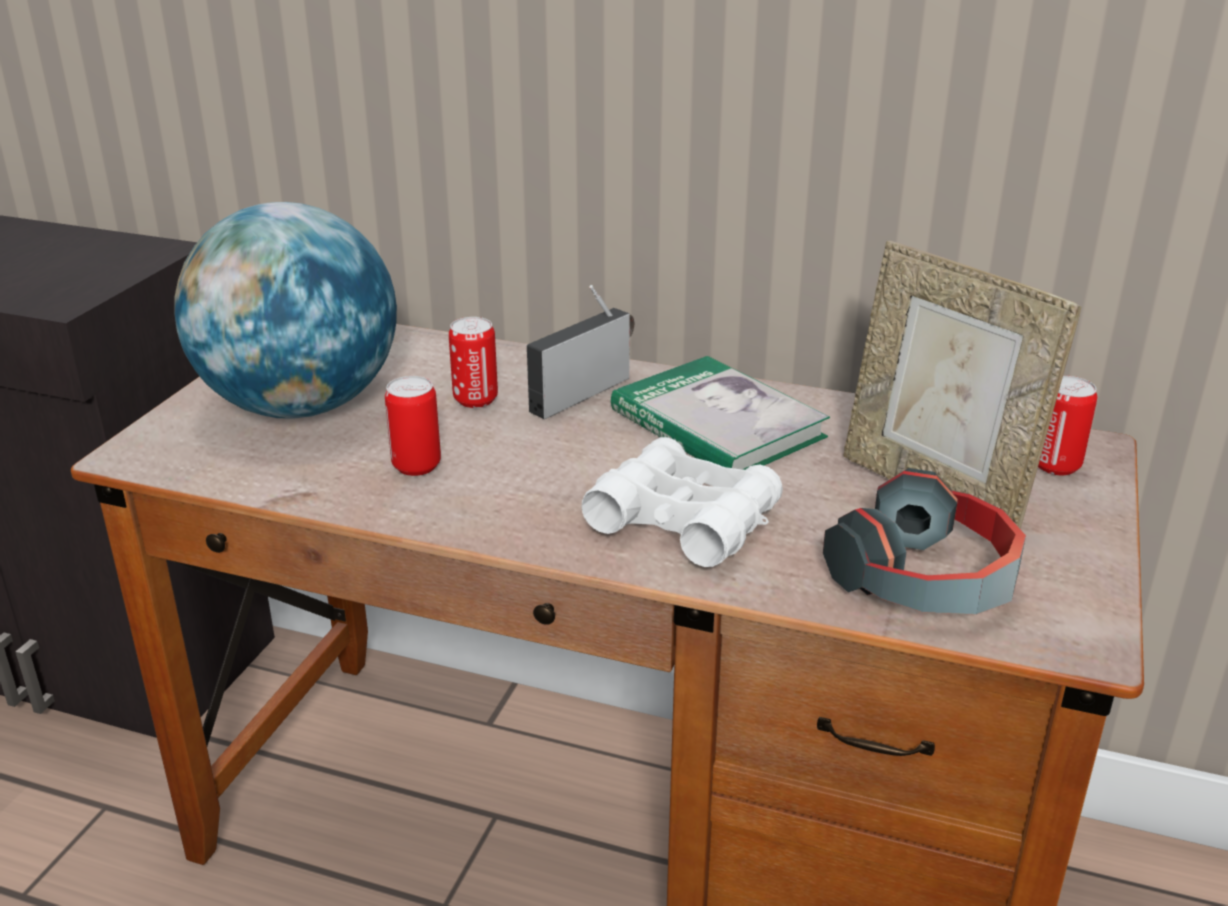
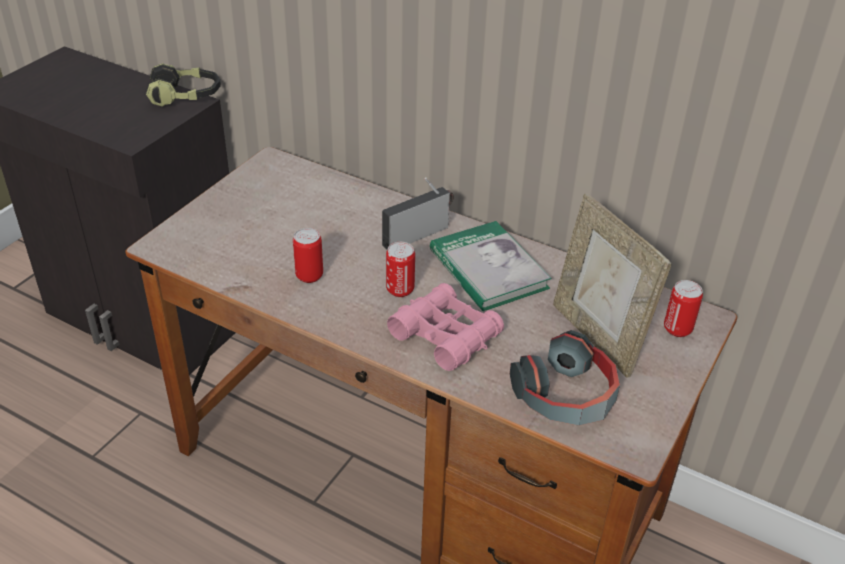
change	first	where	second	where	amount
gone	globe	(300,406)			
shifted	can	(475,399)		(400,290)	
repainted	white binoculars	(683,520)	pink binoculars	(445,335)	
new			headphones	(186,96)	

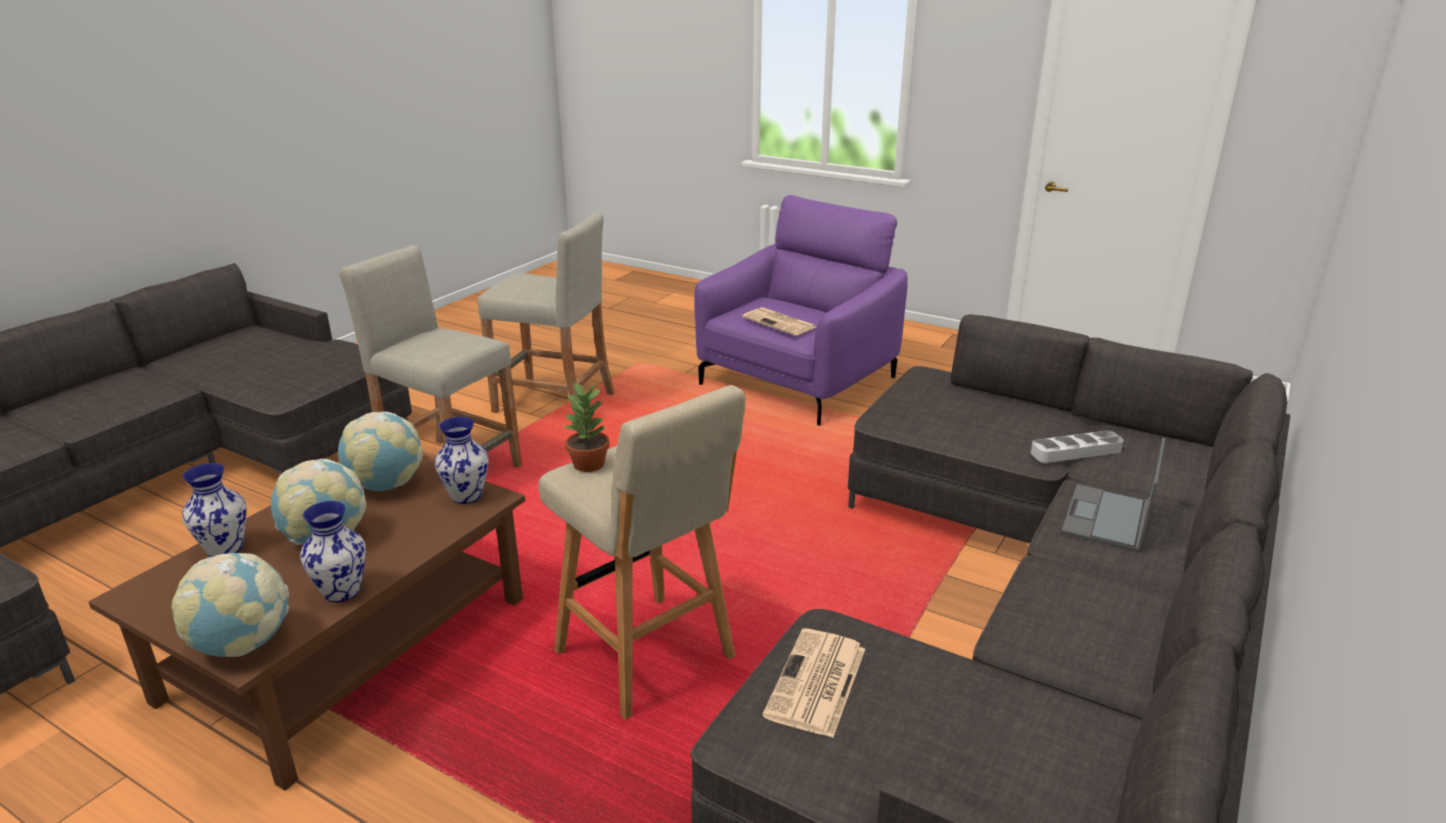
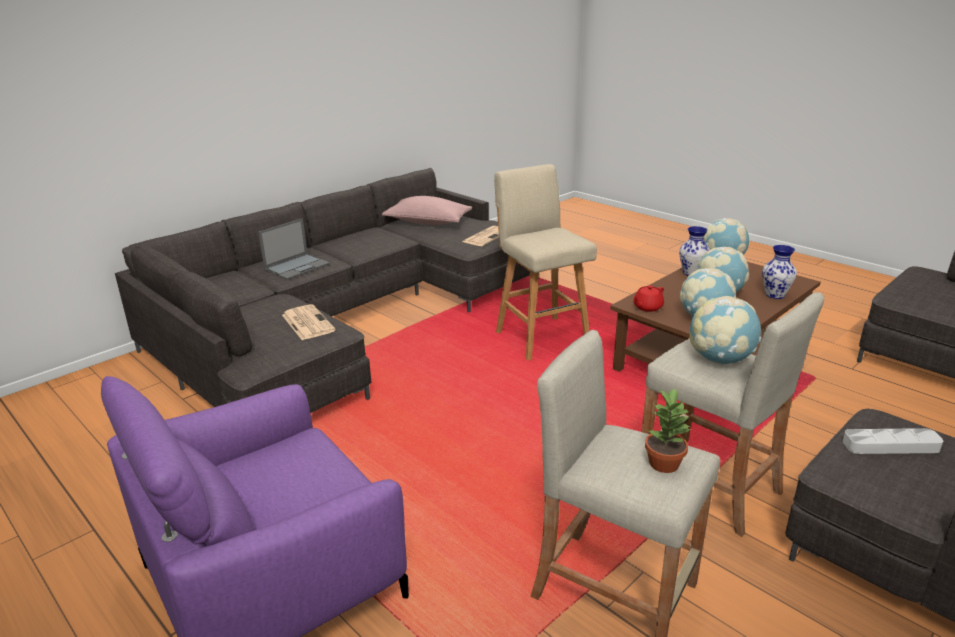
change	first	where	second	where	amount
shifted	newspaper	(780,323)		(307,322)	
shifted	potted plant	(589,464)		(663,463)	
swapped	vase	(466,495)	red teapot	(647,307)	
shifted	grey tray	(1076,451)		(890,445)	
new			pink pillow	(428,222)	
new			globe	(720,359)	

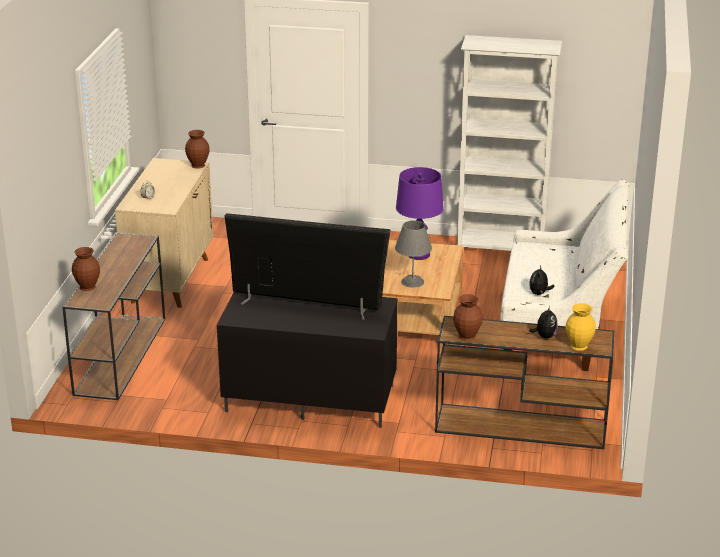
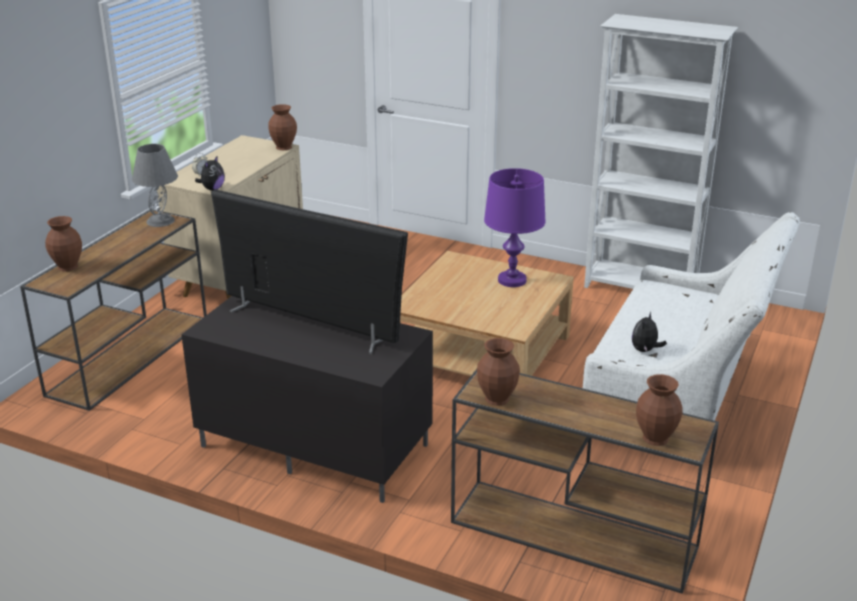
change	first	where	second	where	amount
shifted	grey table lamp	(412,281)		(160,221)	
repainted	yellow vase	(579,346)	brown vase	(655,438)	
shifted	plush toy	(544,336)		(212,189)	

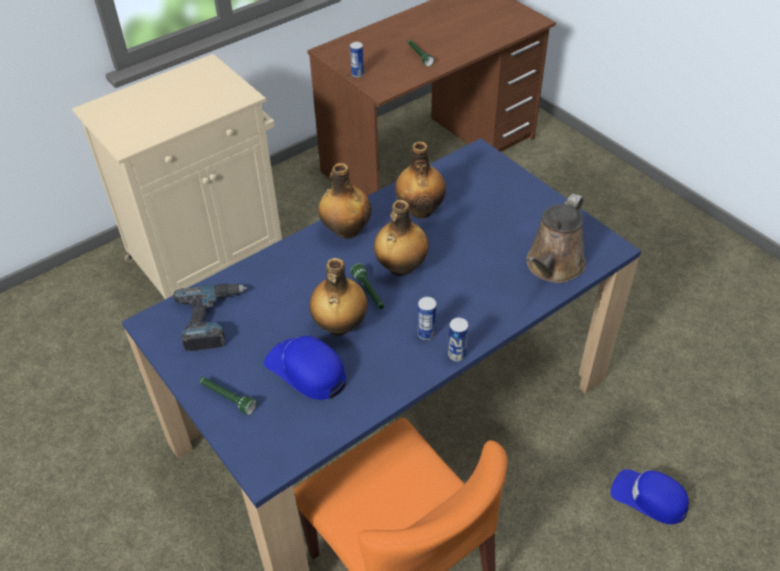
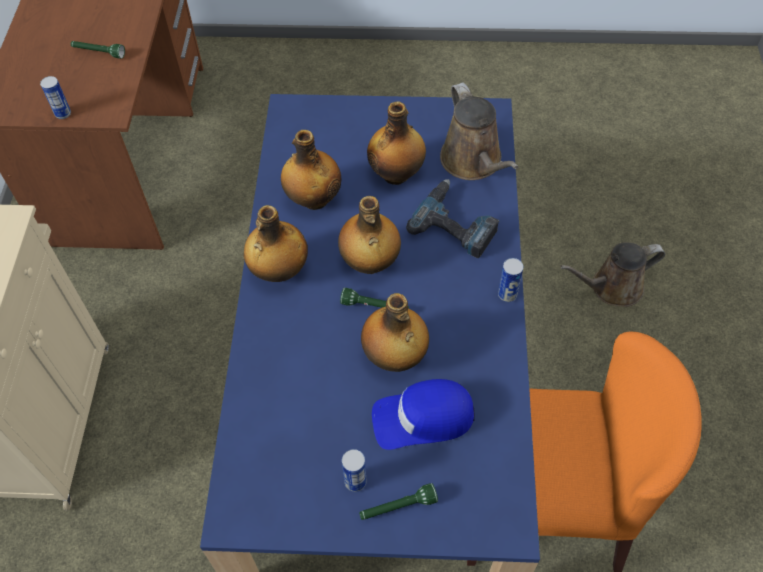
change	first	where	second	where	amount
shifted	power drill	(212,319)		(456,223)	
shifted	can	(426,334)		(355,481)	
swapped	blue cap	(649,498)	brown watering can	(612,288)	
new			bottle	(397,174)	

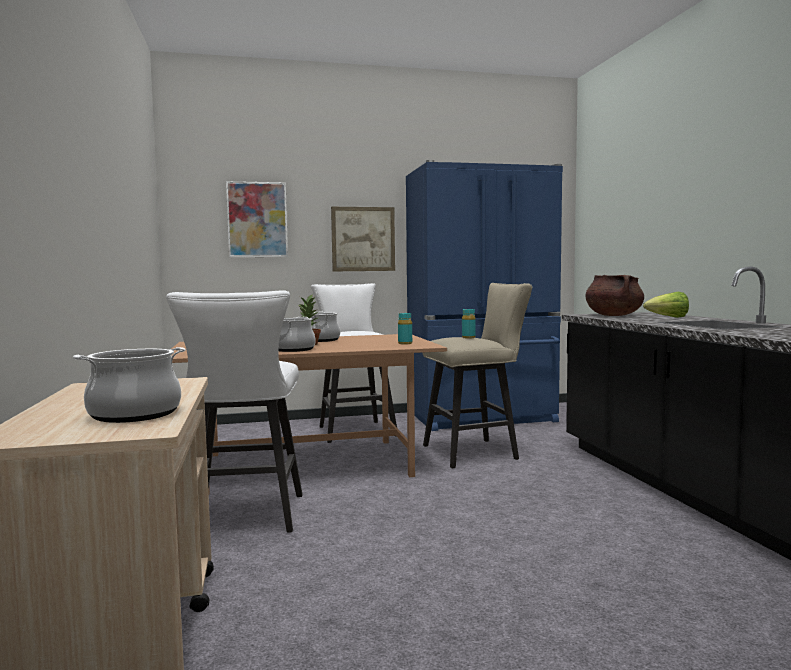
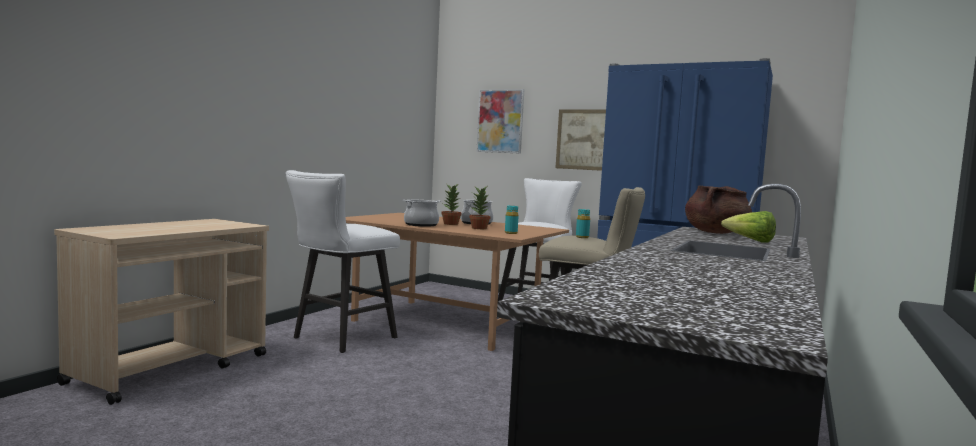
change	first	where	second	where	amount
gone	cooking pot	(135,414)			
new			potted plant	(479,228)	

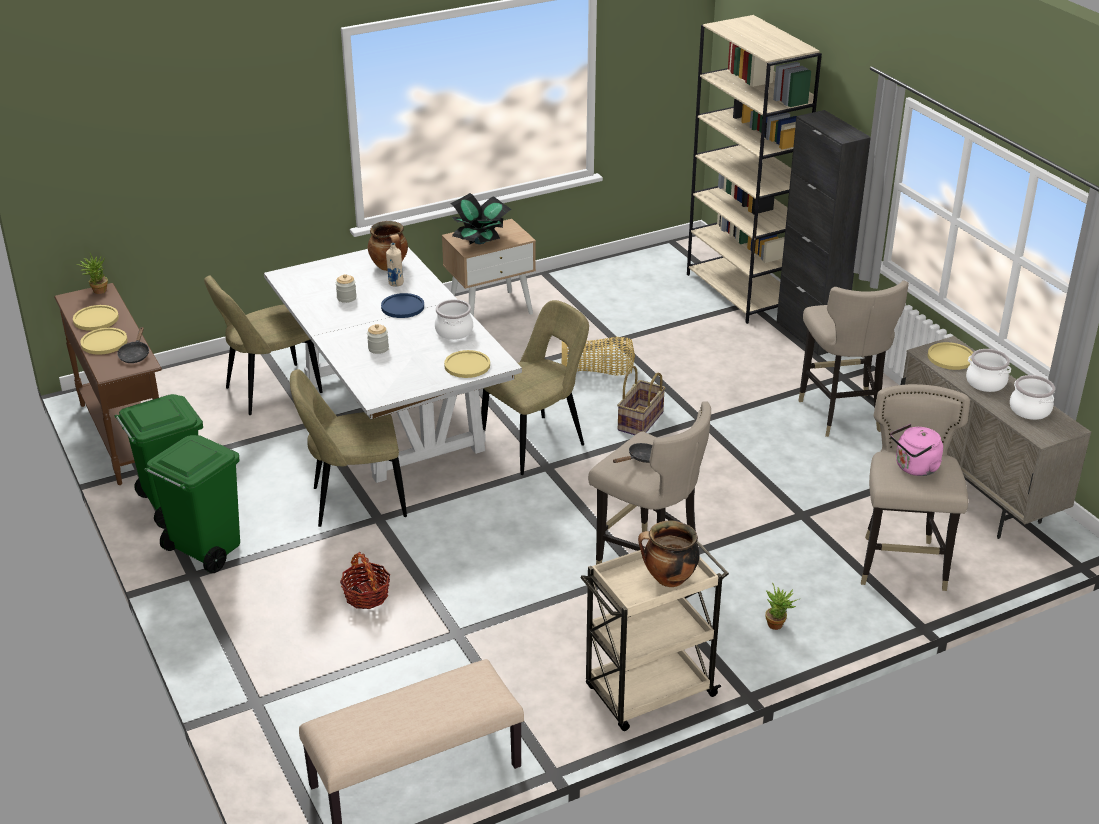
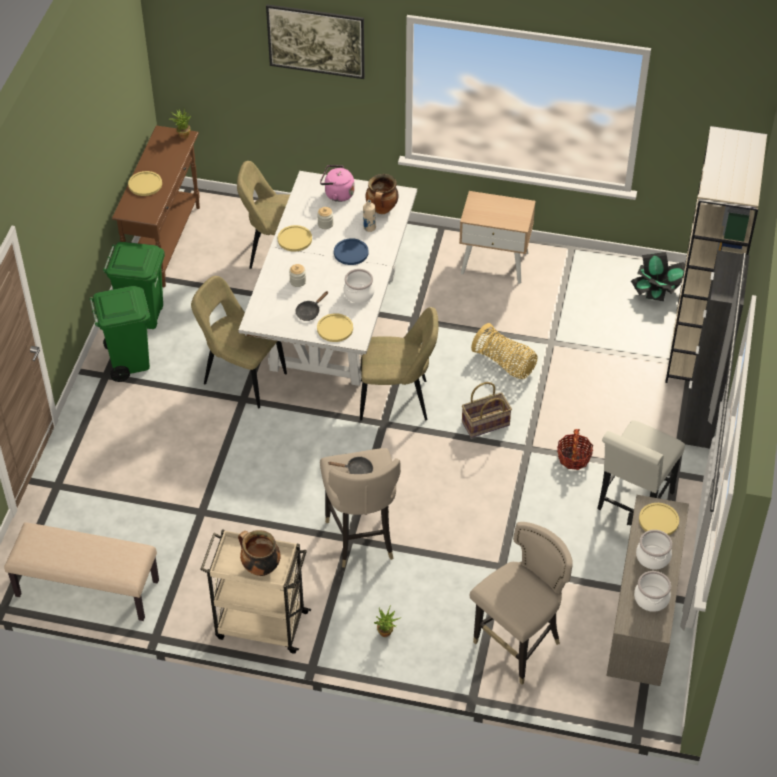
change	first	where	second	where	amount
shifted	potted plant	(480,241)		(657,292)	
swapped	beige stool	(841,414)	white chair	(632,504)	
shifted	yellow plate	(96,319)		(294,239)	
shifted	black frying pan	(135,354)		(309,312)	
shifted	pink kettle	(914,468)		(337,194)	
shifted	basket	(366,595)		(573,458)	
new			picture	(316,56)	

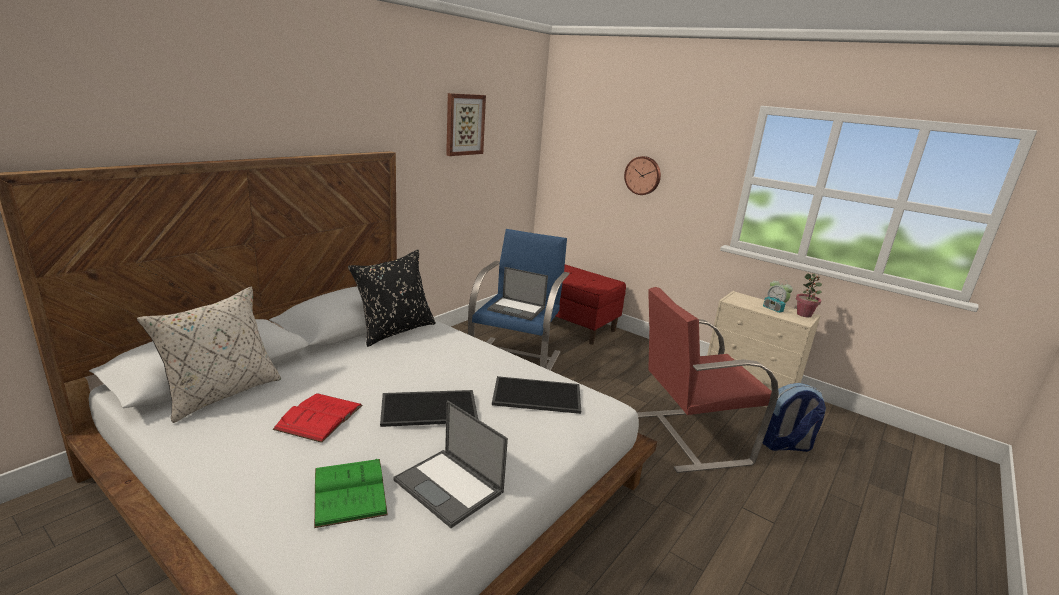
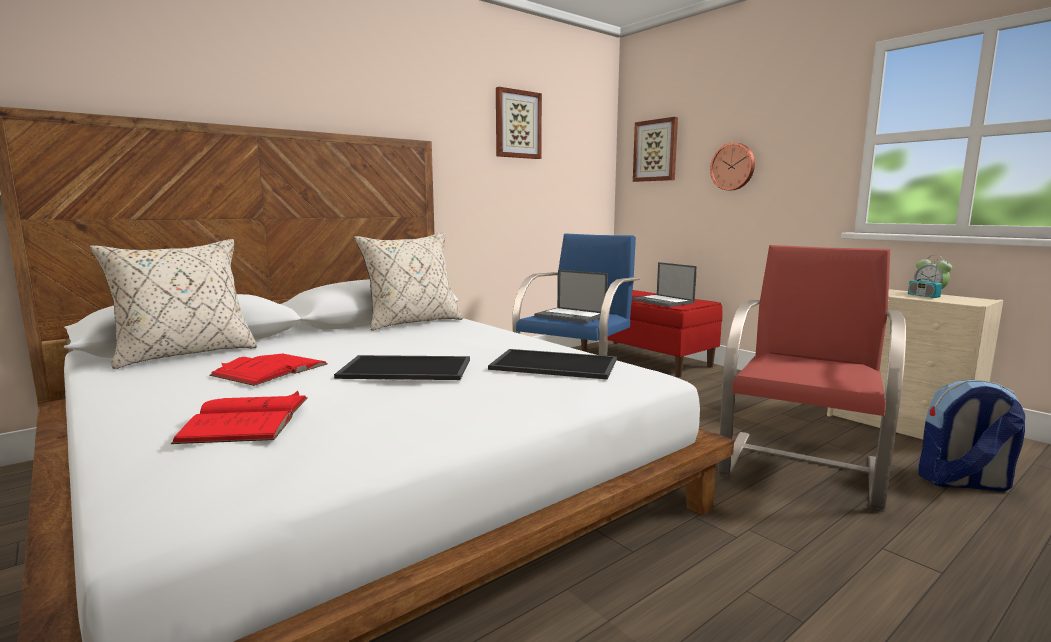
change	first	where	second	where	amount
repainted	black pillow	(394,330)	beige pillow	(412,322)	
gone	potted plant	(804,314)			
rotated	red armchair	(689,438)		(801,466)	120 degrees clockwise
shifted	laptop	(450,487)		(663,301)	
repainted	green book	(349,491)	red book	(246,419)	
new			picture	(656,150)	

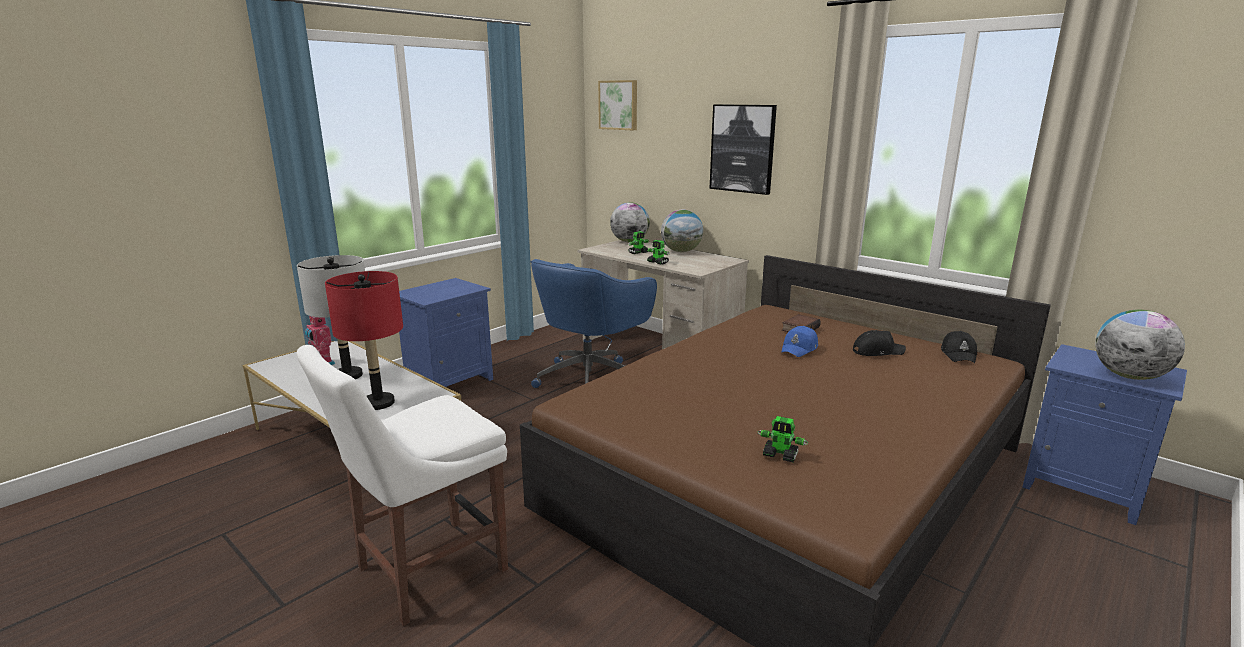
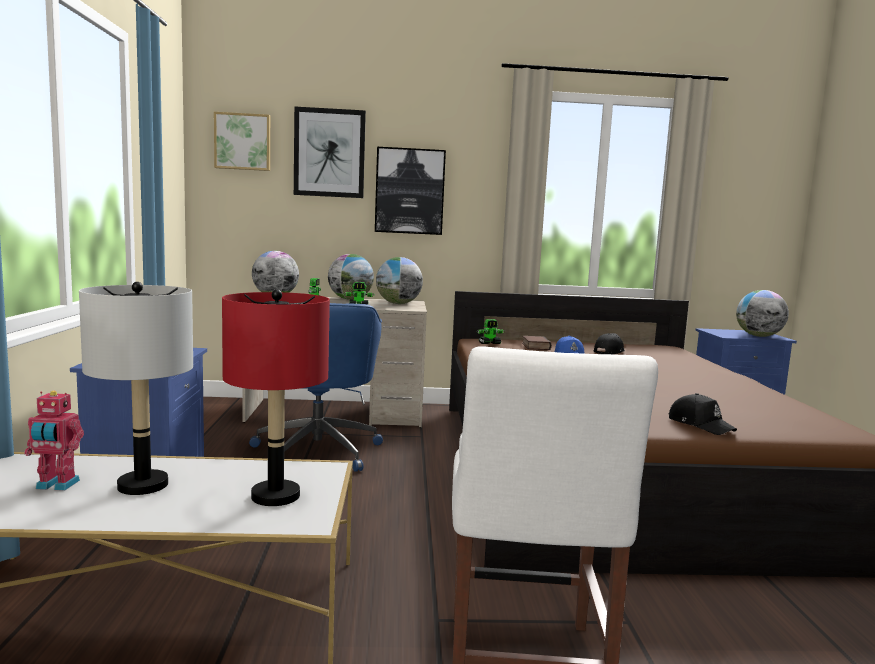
change	first	where	second	where	amount
shifted	black cap	(959,354)		(700,425)	
shifted	toy robot	(780,455)		(489,343)	
new			picture	(329,153)	
new			globe	(398,304)	

